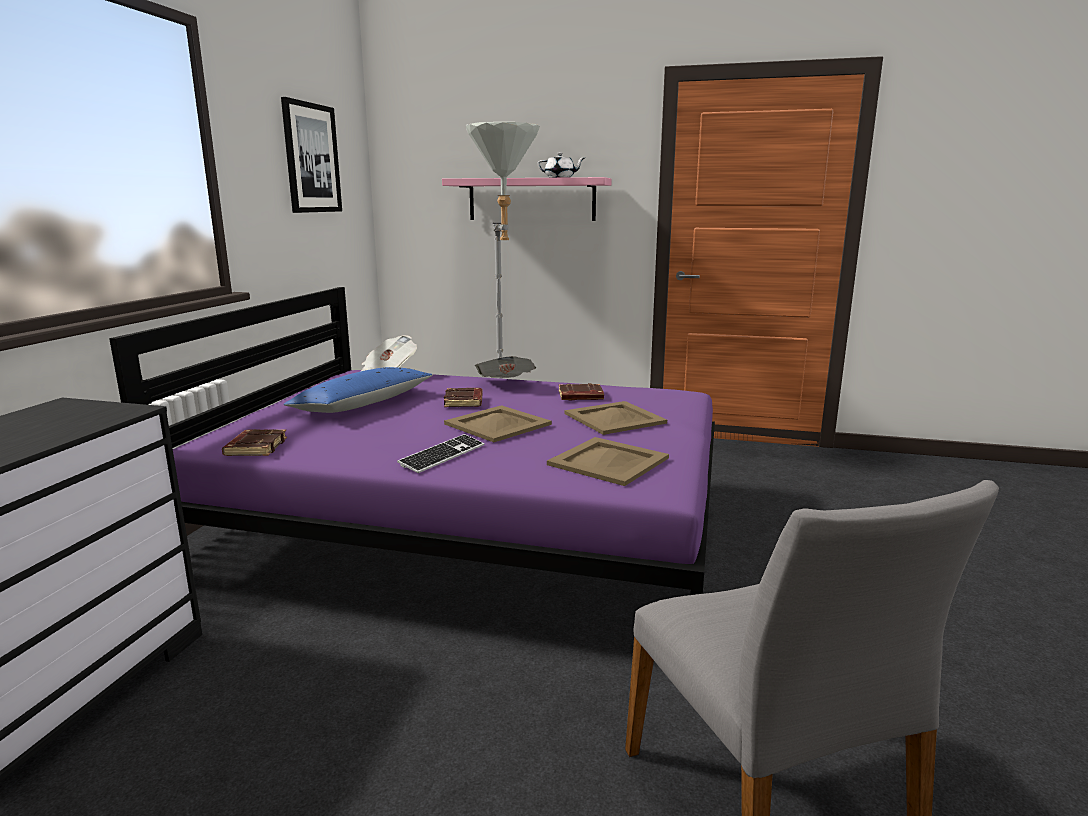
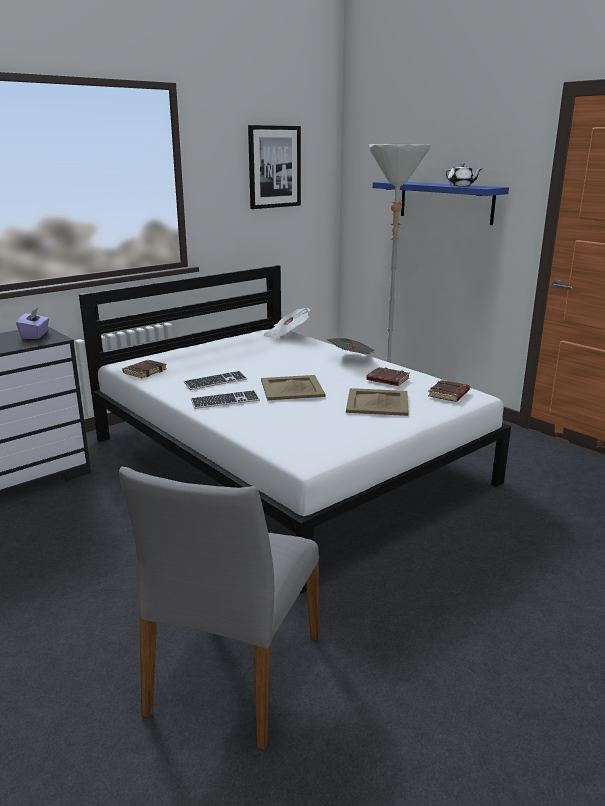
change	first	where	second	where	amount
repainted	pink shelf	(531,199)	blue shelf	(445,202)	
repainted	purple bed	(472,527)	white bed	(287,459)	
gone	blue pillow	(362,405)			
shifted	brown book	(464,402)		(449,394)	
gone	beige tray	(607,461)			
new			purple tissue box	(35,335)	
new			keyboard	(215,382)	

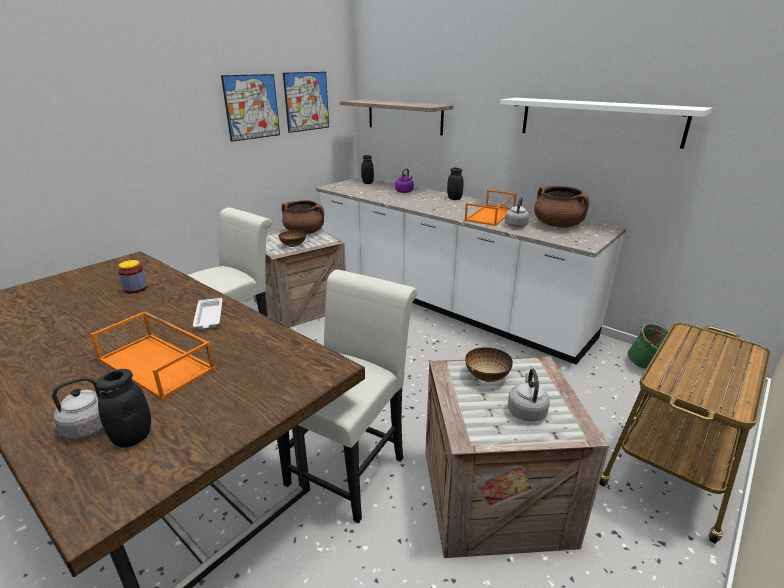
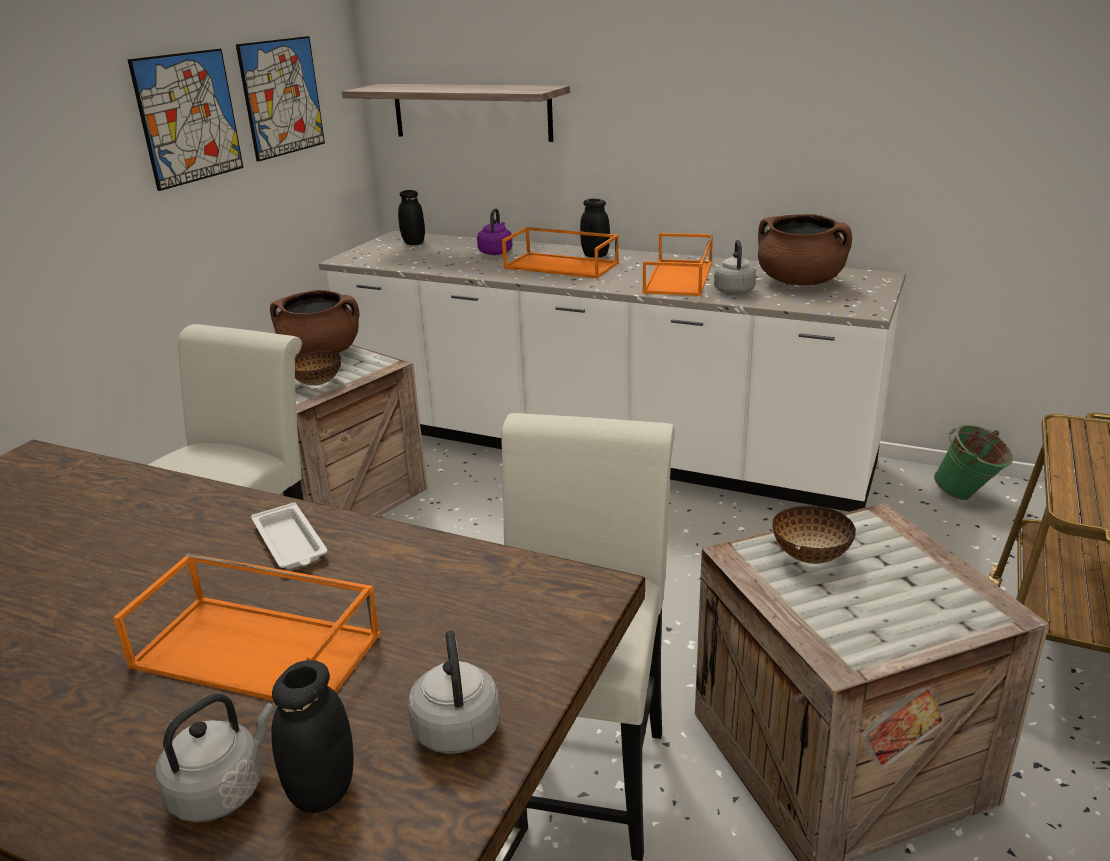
change	first	where	second	where	amount
gone	white shelf	(598,121)			
gone	jar	(135,288)			
shifted	grey kettle	(526,411)		(456,725)	
new			orange tray	(562,265)	

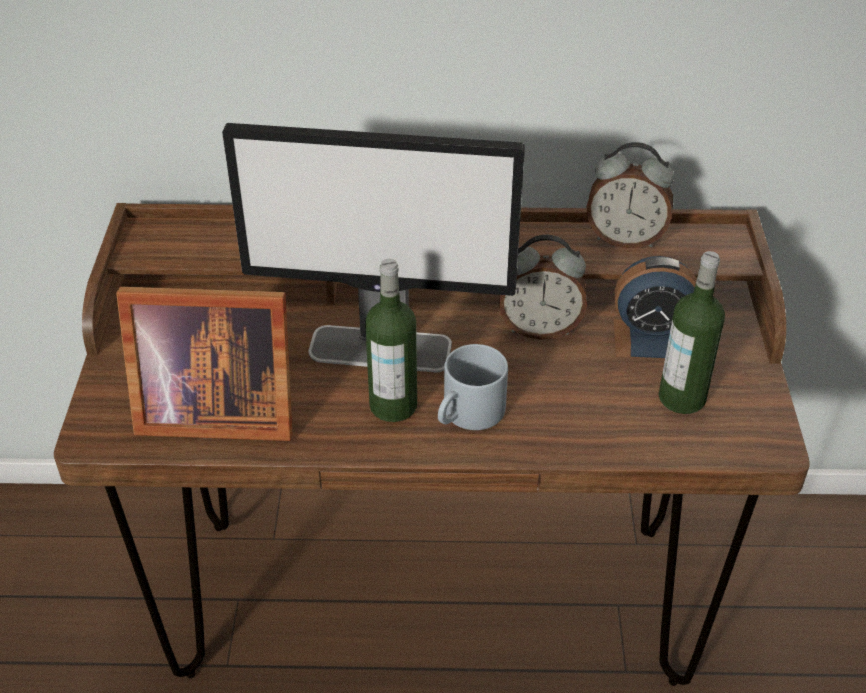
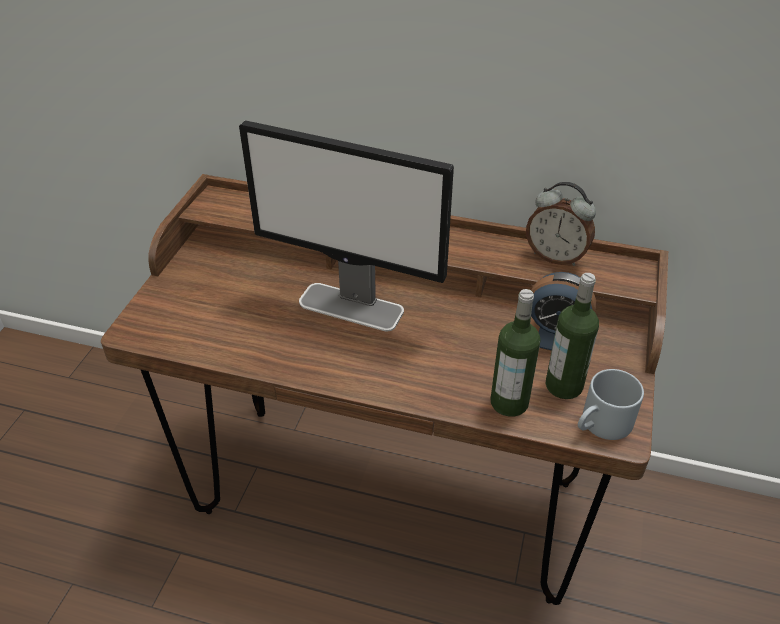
change	first	where	second	where	amount
gone	alarm clock	(540,328)			
shifted	bottle	(393,405)		(509,402)	
gone	picture frame	(213,411)			
shifted	grey mug	(468,415)		(601,425)	

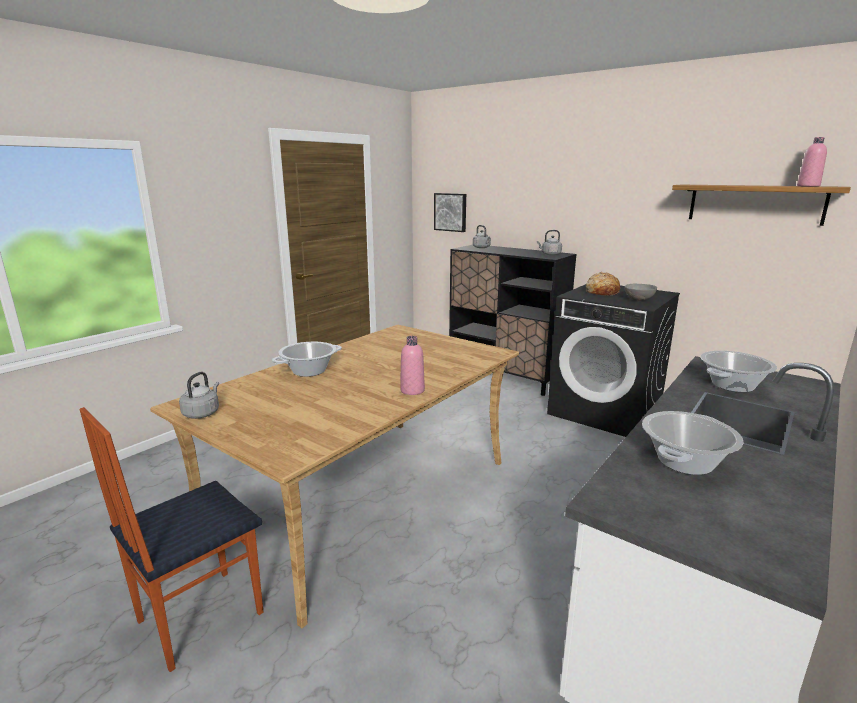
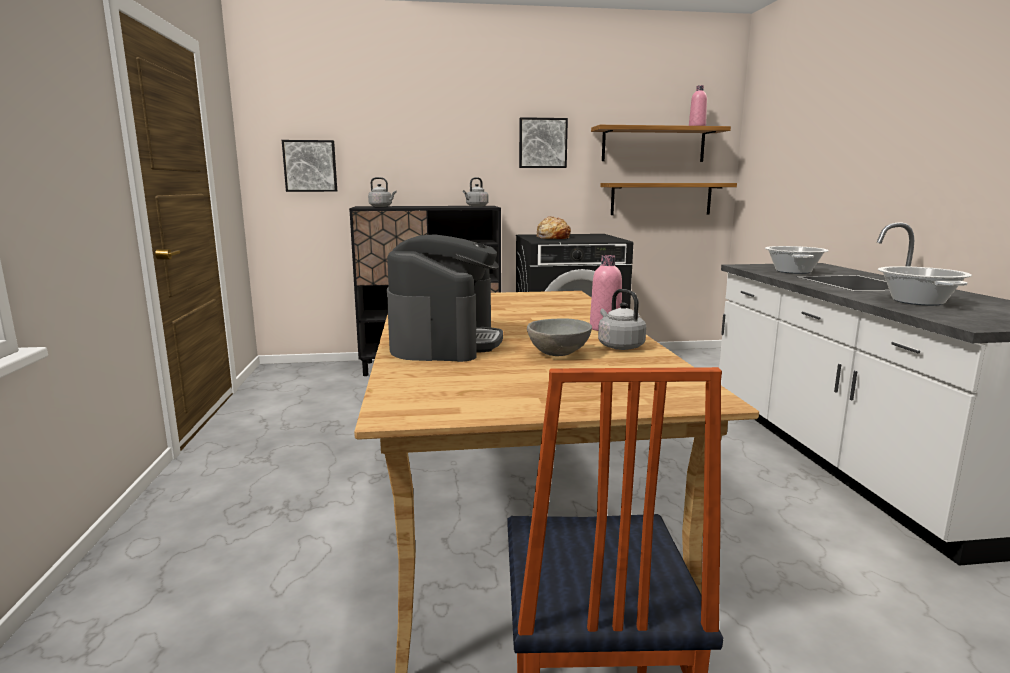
change	first	where	second	where	amount
shifted	grey bowl	(639,300)		(559,354)	
swapped	cooking pot	(309,371)	coffee machine	(445,342)	
shifted	grey kettle	(202,413)		(619,346)	
new			picture	(542,143)	
new			shelf	(661,198)	

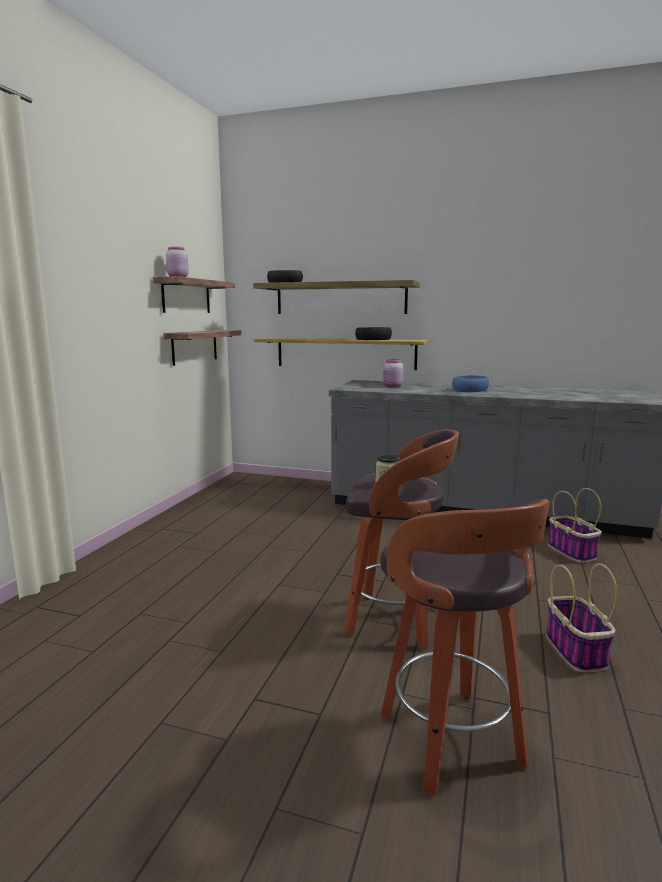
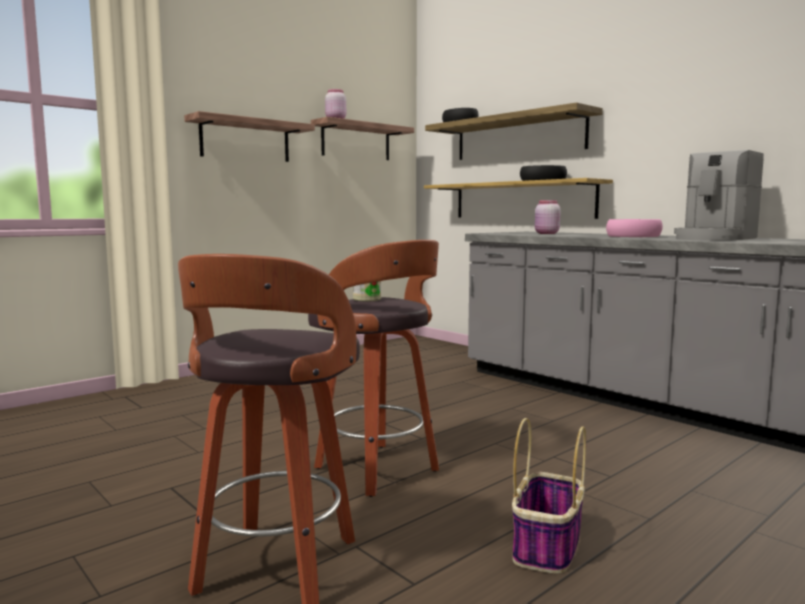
change	first	where	second	where	amount
shifted	shelf	(194,346)		(245,140)	
repainted	blue bowl	(470,390)	pink bowl	(633,236)	
gone	basket	(572,552)			
new			coffee machine	(714,238)	

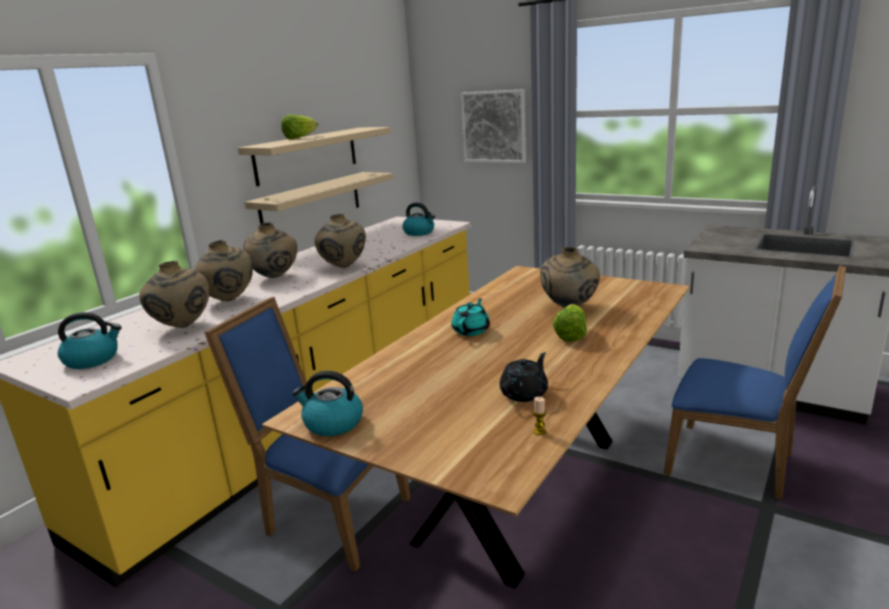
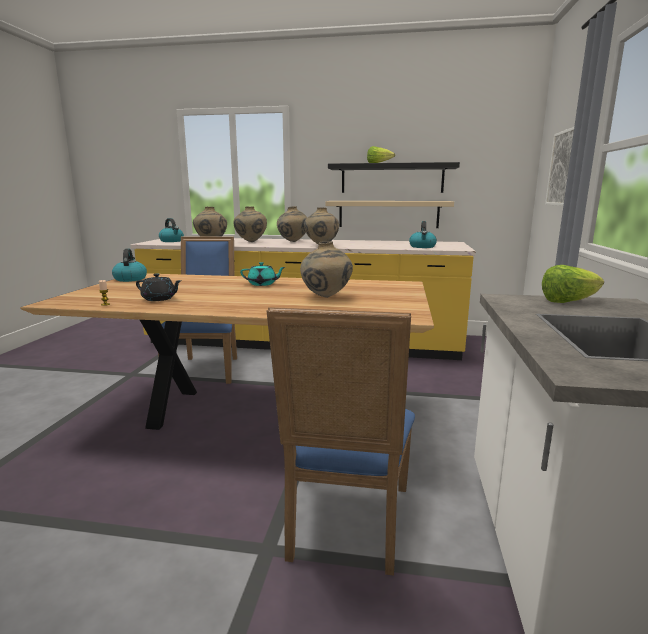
change	first	where	second	where	amount
repainted	beige shelf	(307,155)	black shelf	(392,178)	
shifted	lettuce	(570,335)		(568,302)	

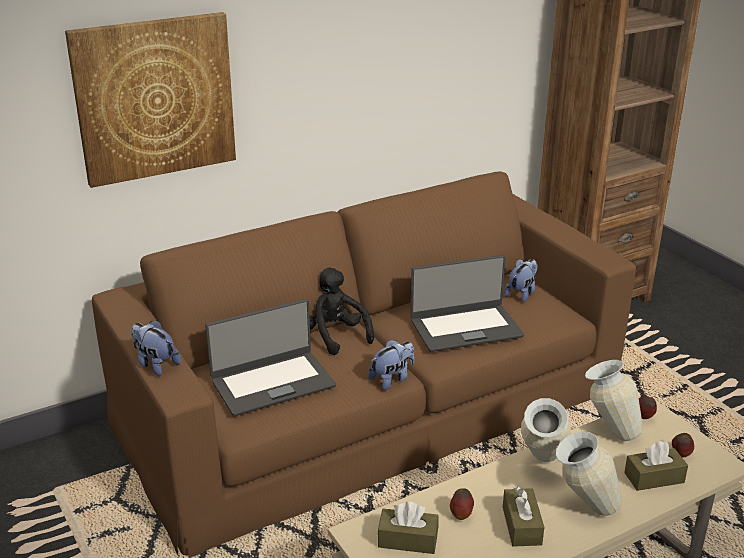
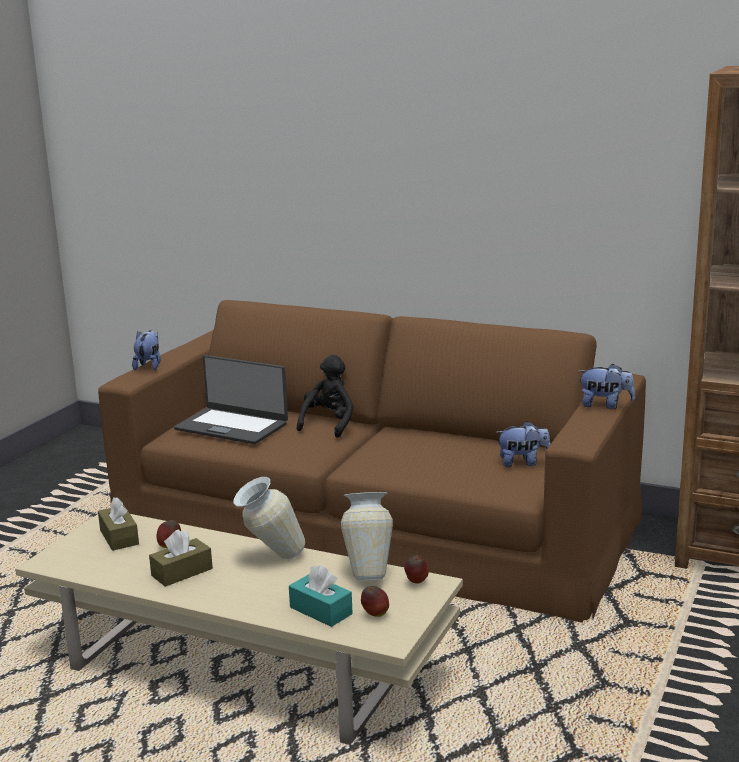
change	first	where	second	where	amount
gone	picture	(155,98)			
gone	laptop	(465,328)			
shifted	plush toy	(392,379)		(605,405)	
gone	vase	(582,509)			
repainted	brown tissue box	(654,478)	turquoise tissue box	(321,611)	

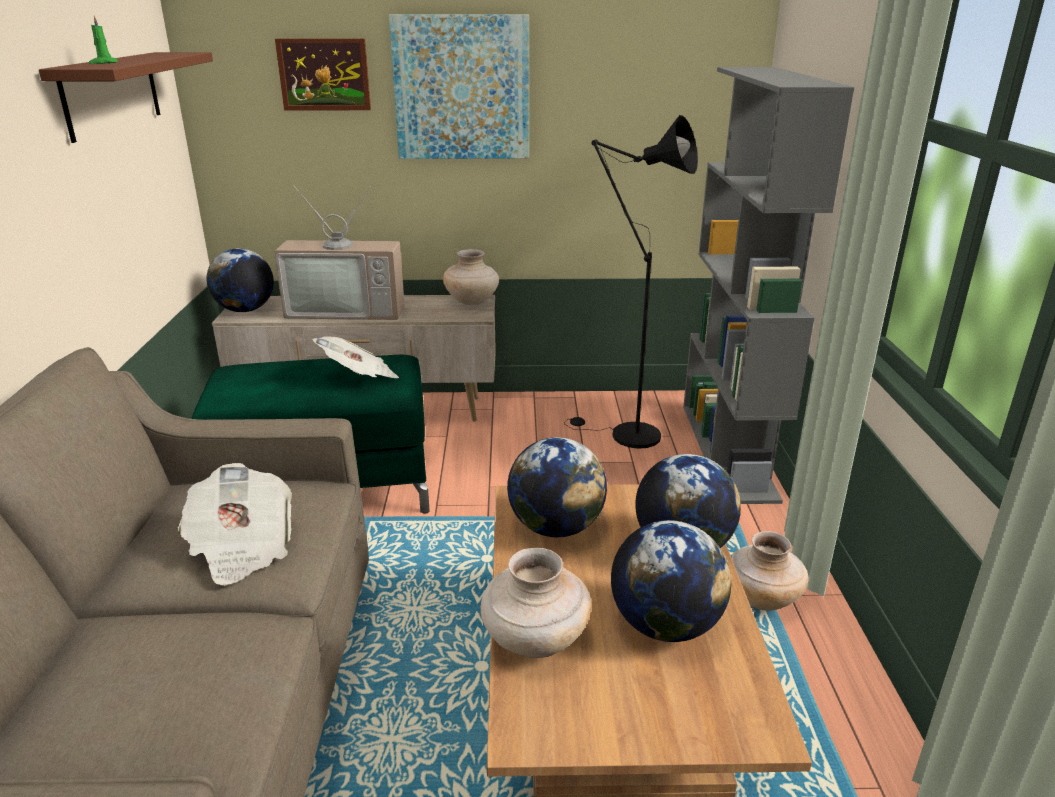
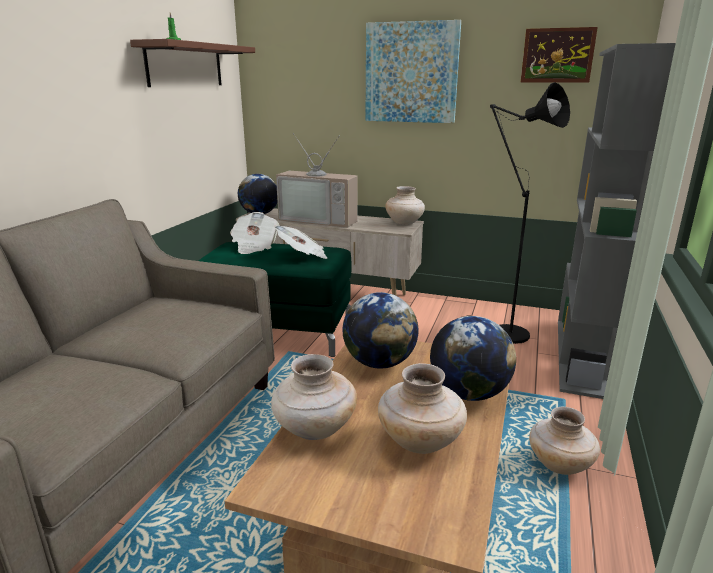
change	first	where	second	where	amount
shifted	picture	(324,74)		(557,55)	
shifted	newspaper	(241,547)		(254,246)	
swapped	globe	(665,625)	beige vase	(420,441)	

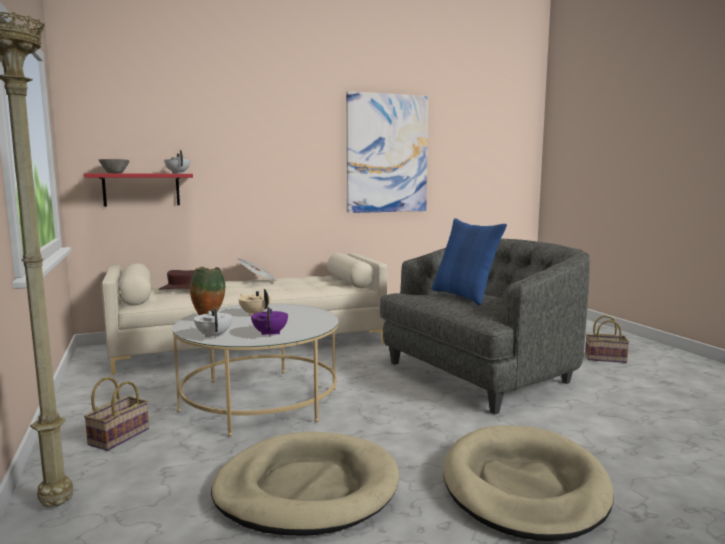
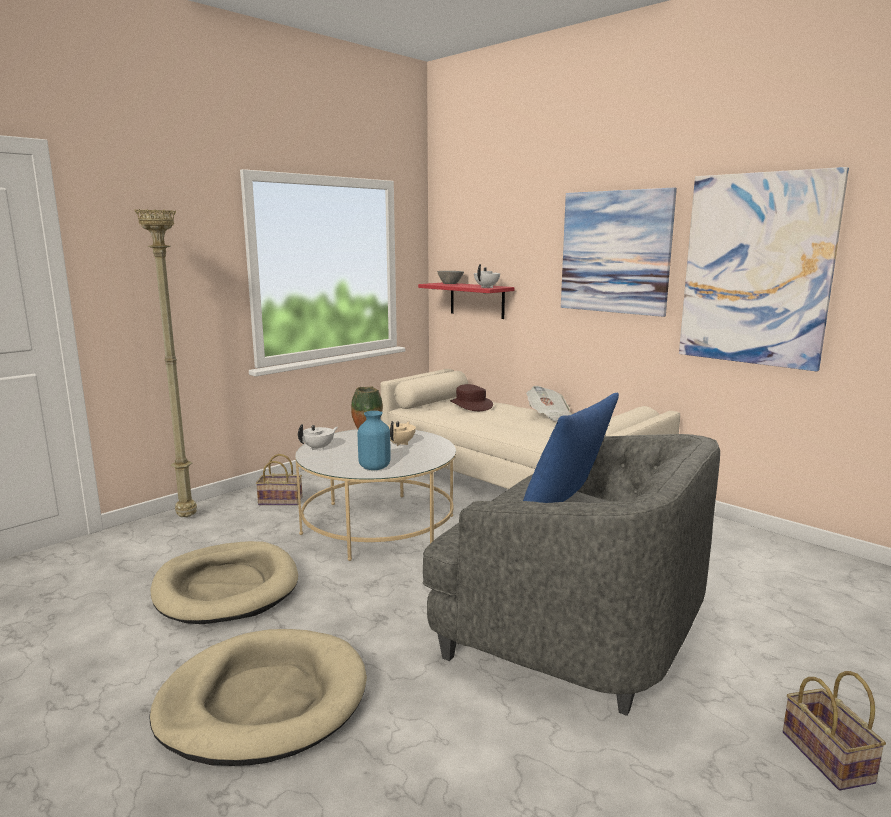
change	first	where	second	where	amount
gone	purple teapot	(270,334)			
new			picture	(615,252)	
new			blue vase	(375,467)	

